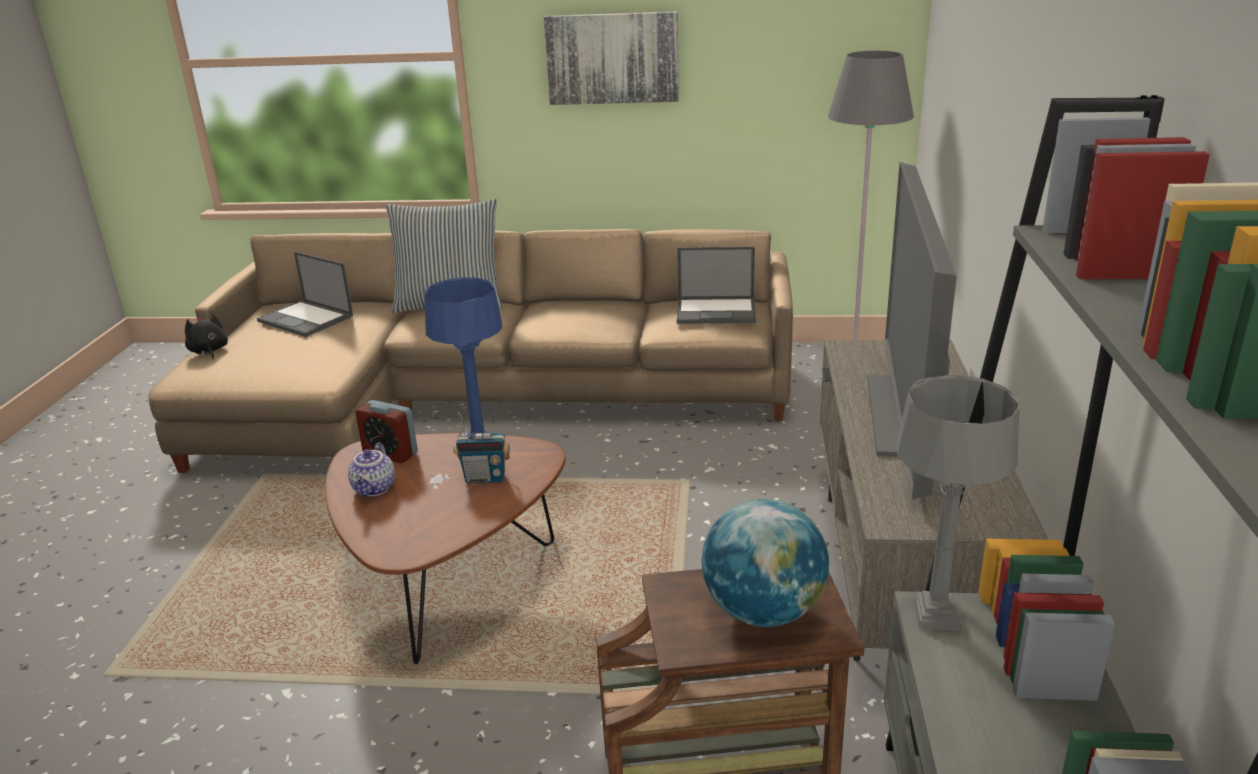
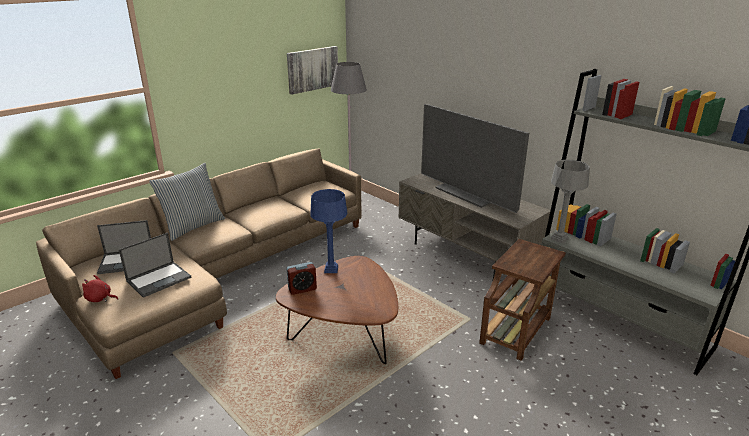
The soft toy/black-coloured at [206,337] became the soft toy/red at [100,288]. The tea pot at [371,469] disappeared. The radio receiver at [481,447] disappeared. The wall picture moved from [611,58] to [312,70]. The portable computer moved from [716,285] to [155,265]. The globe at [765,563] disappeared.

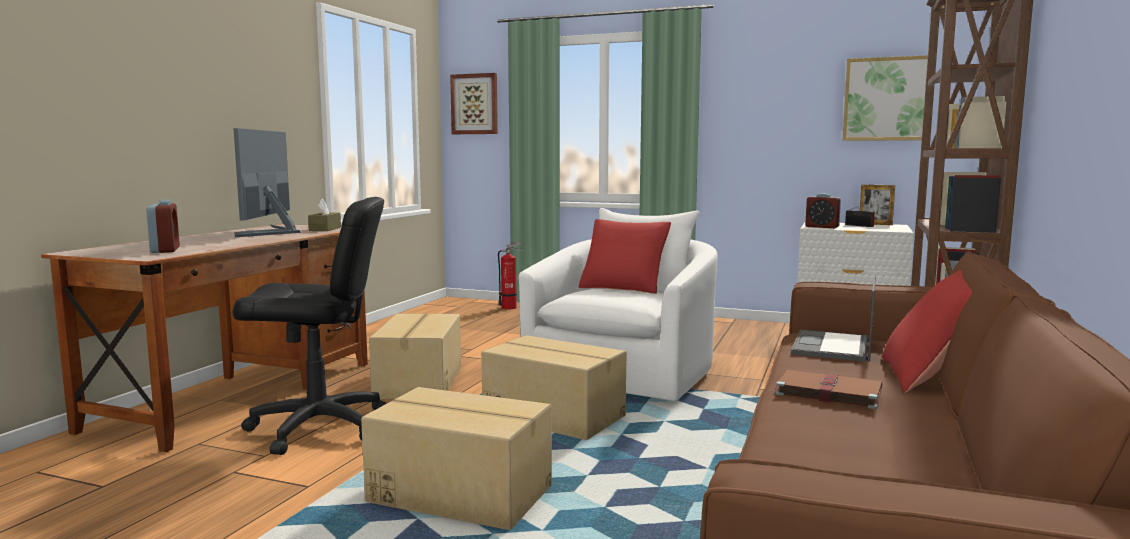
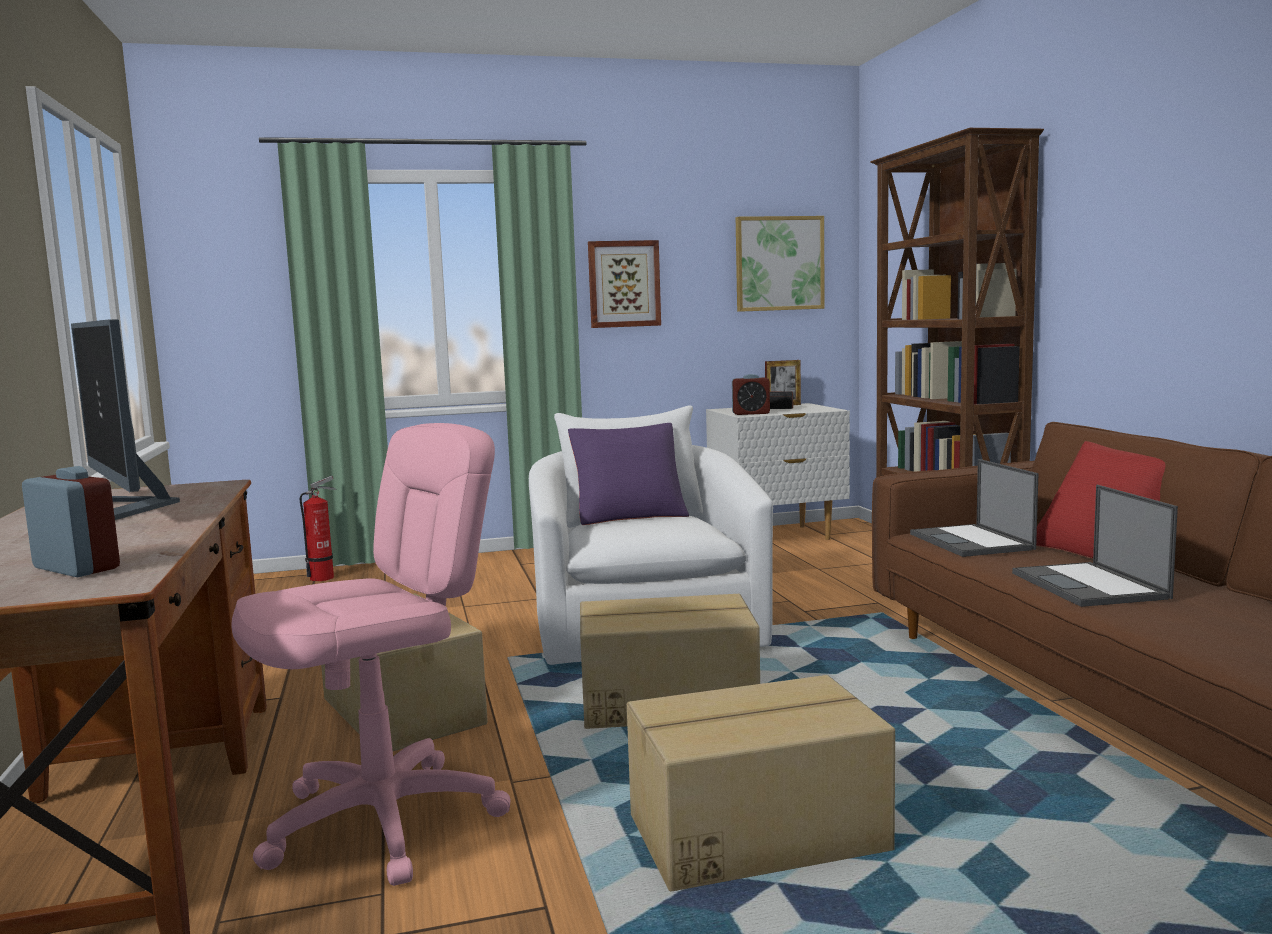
The computer chair/black-coloured at [310,326] became the computer chair/pinkish at [370,654]. The box of tissues/brown at [324,215] disappeared. The wall picture moved from [474,103] to [624,284]. The cushion/red at [625,256] became the cushion/purple at [628,474]. The volume/brown at [826,389] was replaced by the portable computer at [1095,546].

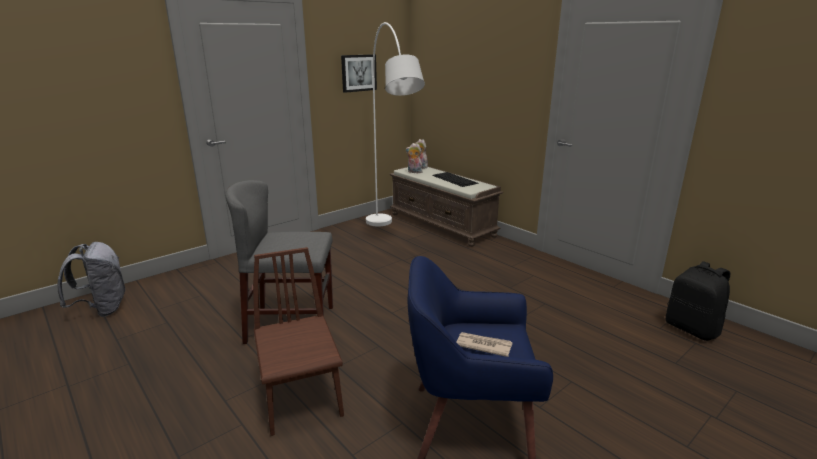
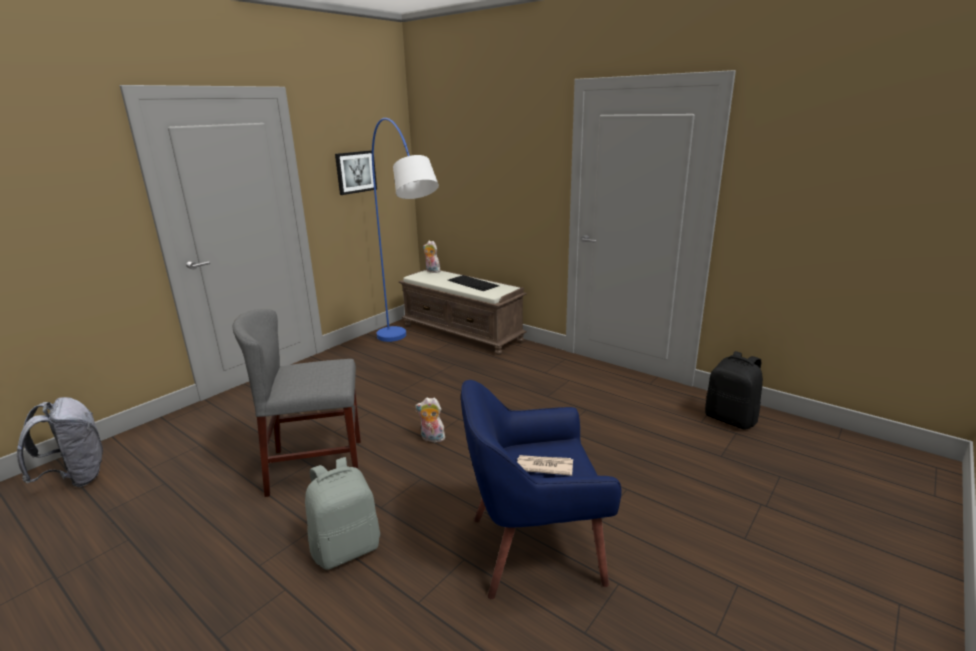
The plain chair/brown at [298,341] was replaced by the backpack/gray at [342,513]. The standing lamp/white-coloured at [395,124] became the standing lamp/bluish at [405,230]. The soft toy moved from [414,158] to [431,420].

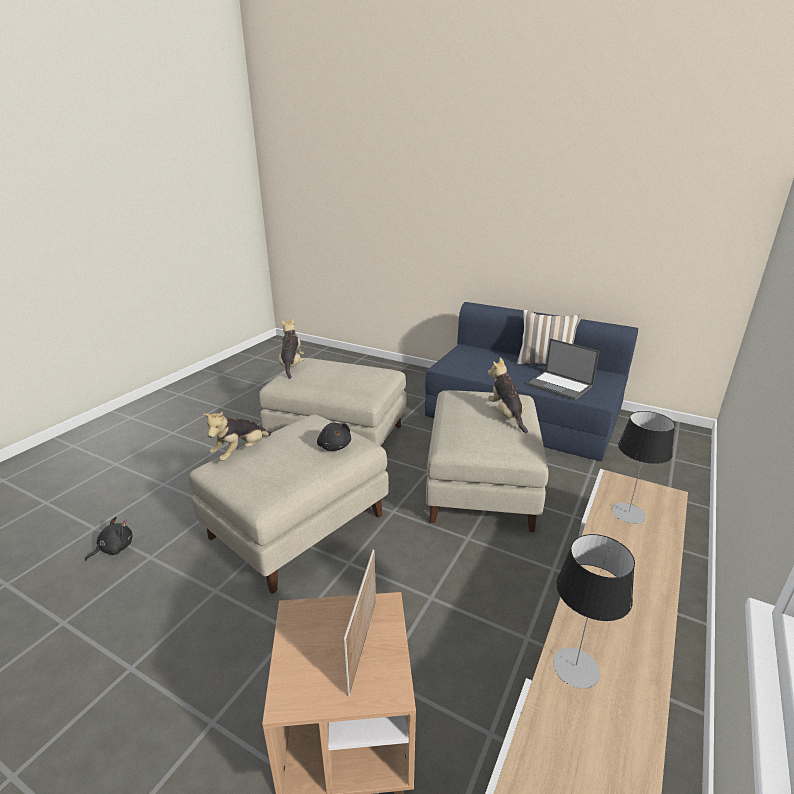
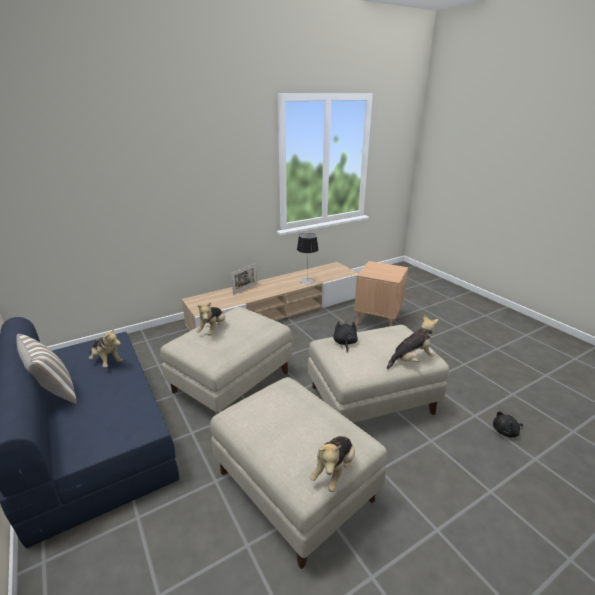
The photo frame moved from [360,623] to [244,279]. The portable computer at [562,369] was replaced by the soft toy at [106,347]. The tabletop lamp at [643,467] disappeared.

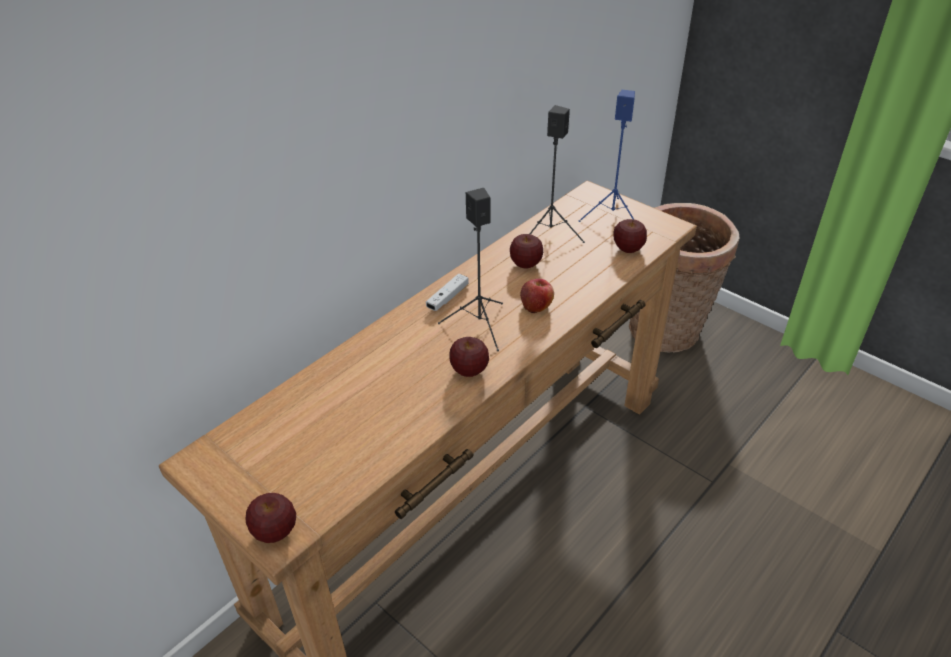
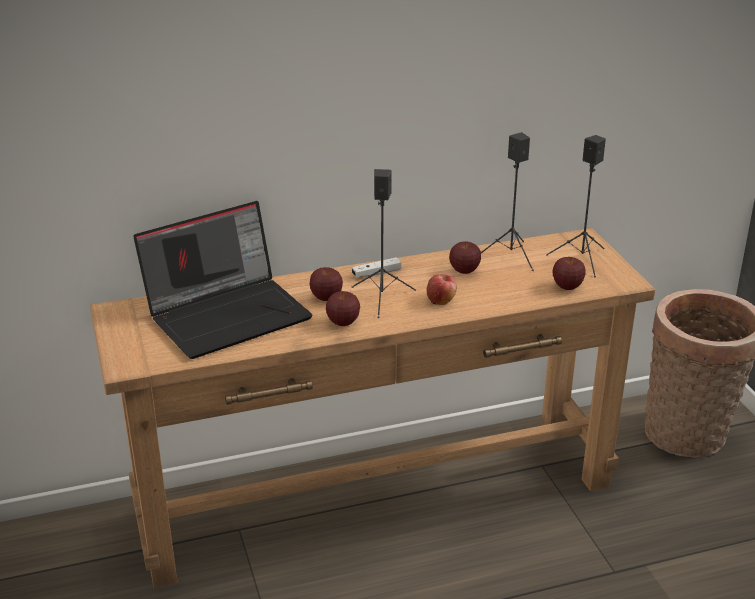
The apple fruit moved from [270,518] to [326,284]. The loudspeaker/bluish at [607,156] became the loudspeaker/black-coloured at [576,206]. The portable computer at [223,280] appeared.

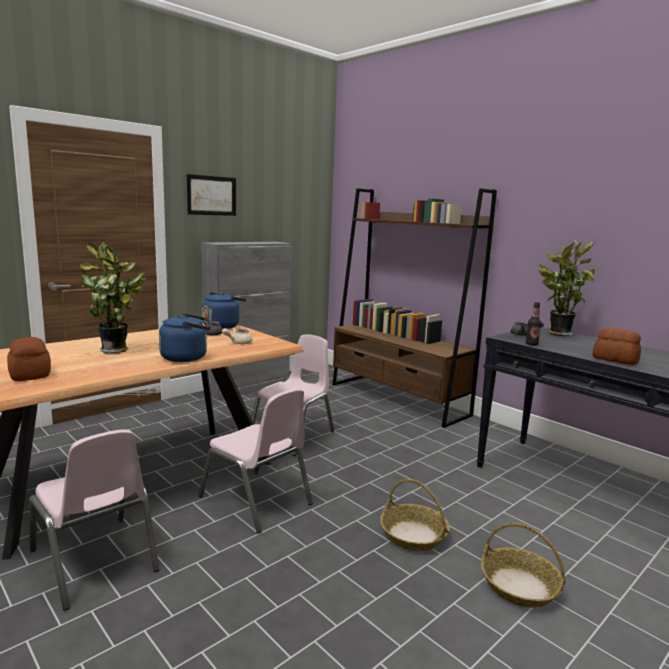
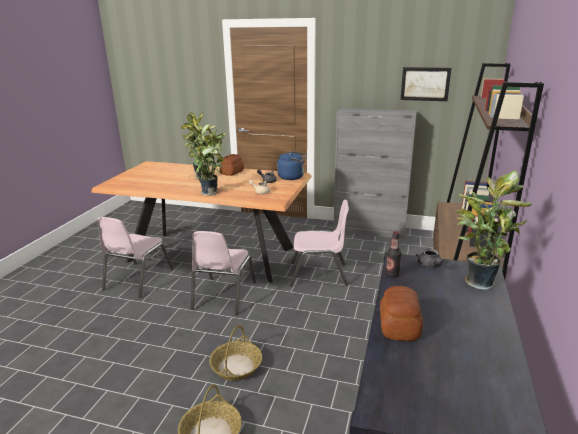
The bread moved from [29,359] to [232,165]. The tea kettle/bluish at [185,337] was replaced by the houseplant at [207,160]. The wall picture moved from [211,195] to [425,84].

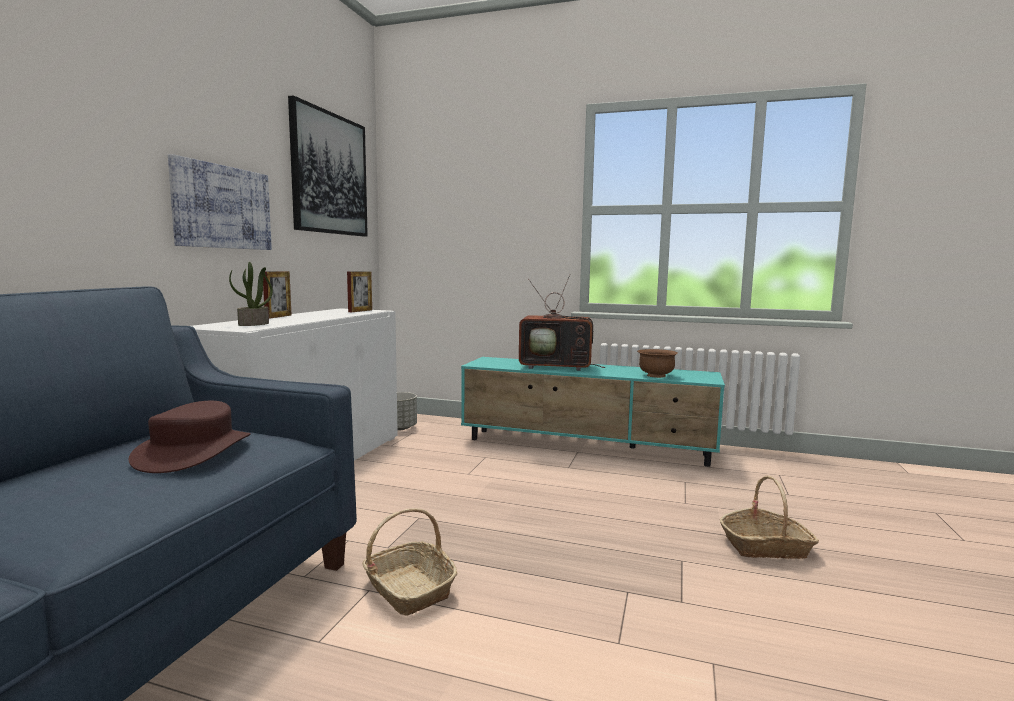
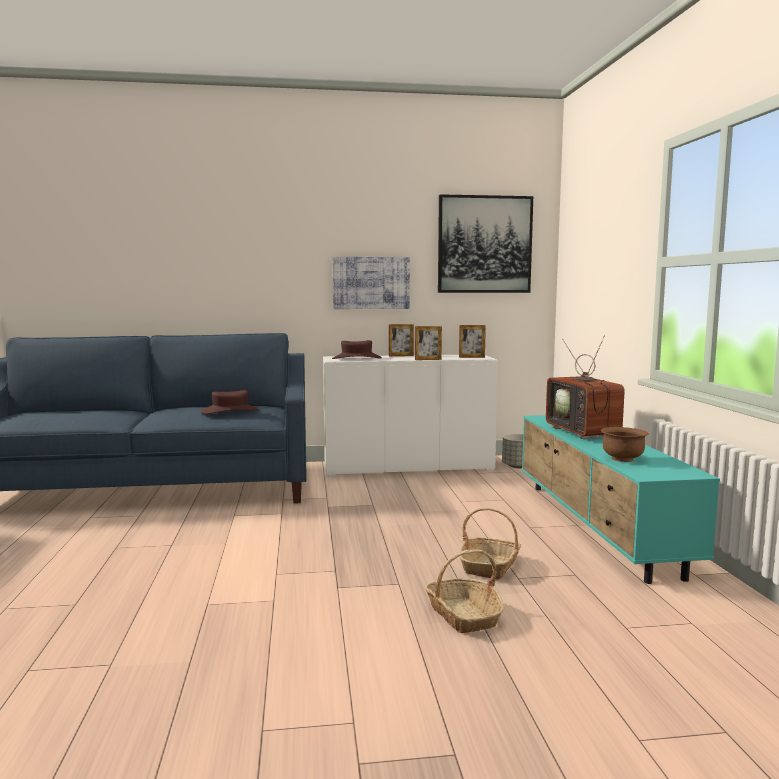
The houseplant at [251,294] was replaced by the wearable hat/brown at [357,349]. The household basket moved from [410,562] to [490,544]. The photo frame at [428,343] appeared.

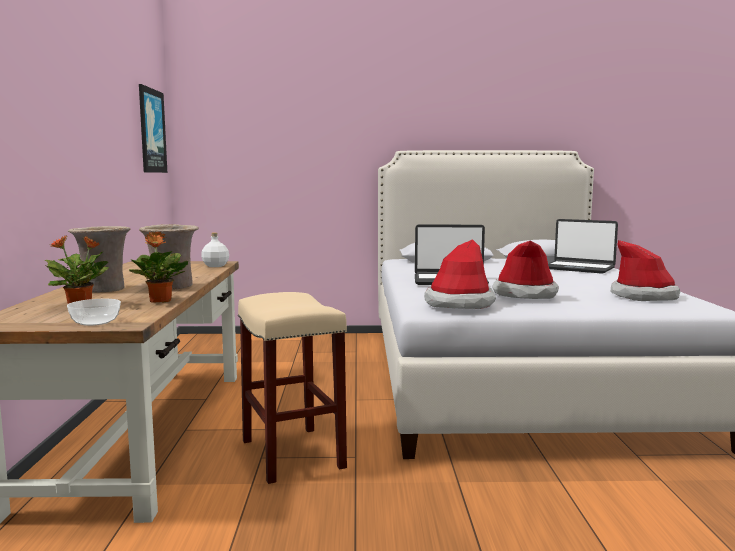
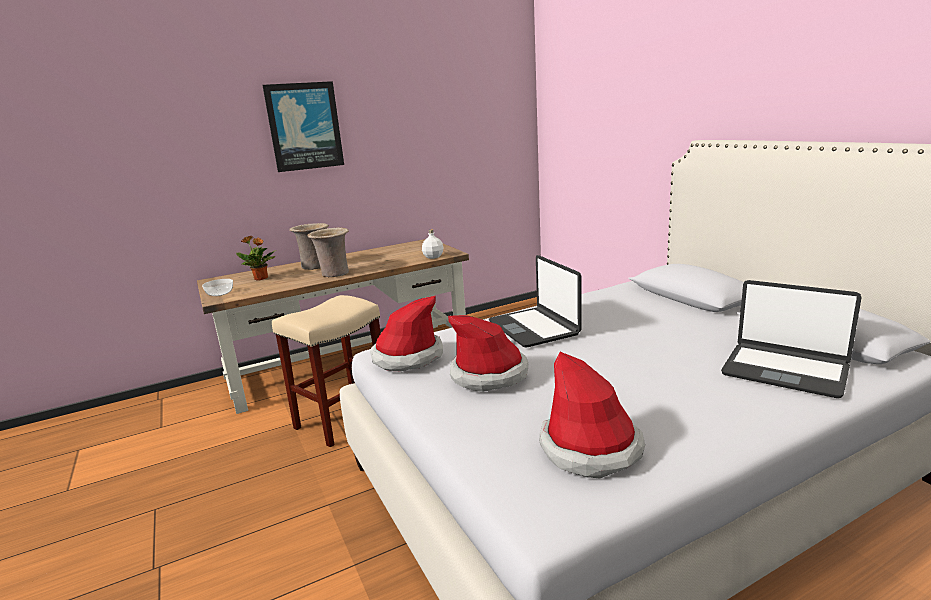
The houseplant at [158,267] disappeared. The wall picture moved from [153,128] to [303,126]. The portable computer at [583,246] turned 60 degrees counterclockwise.

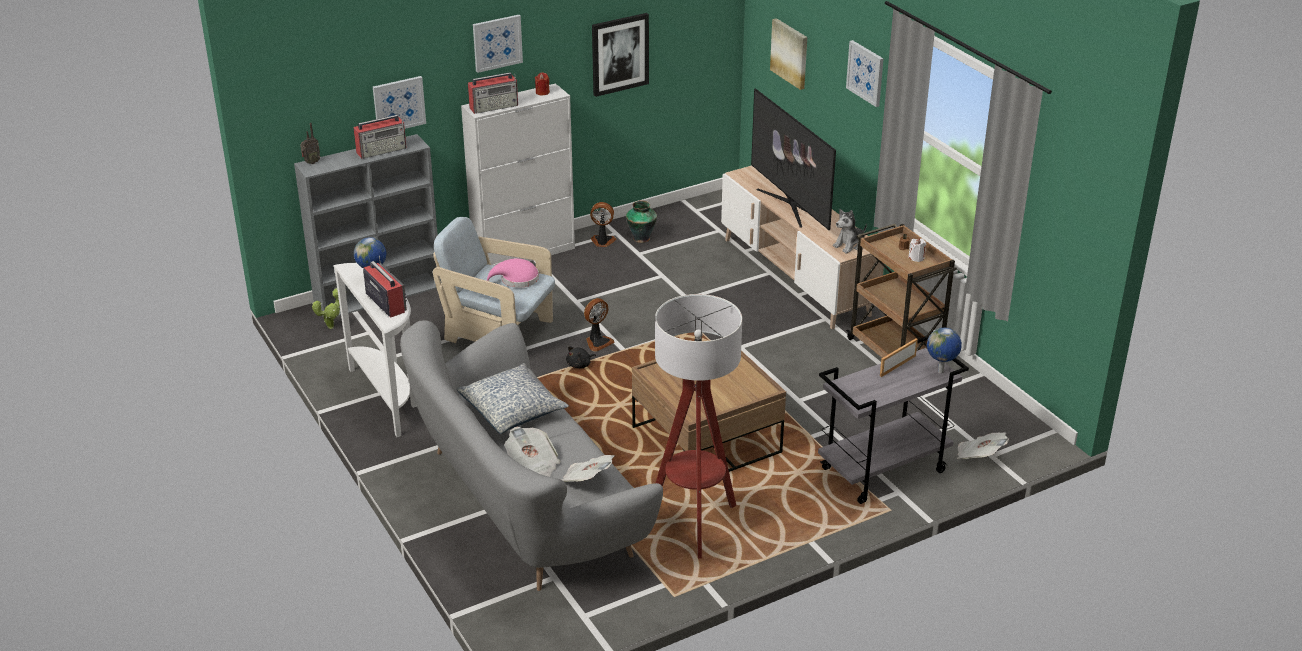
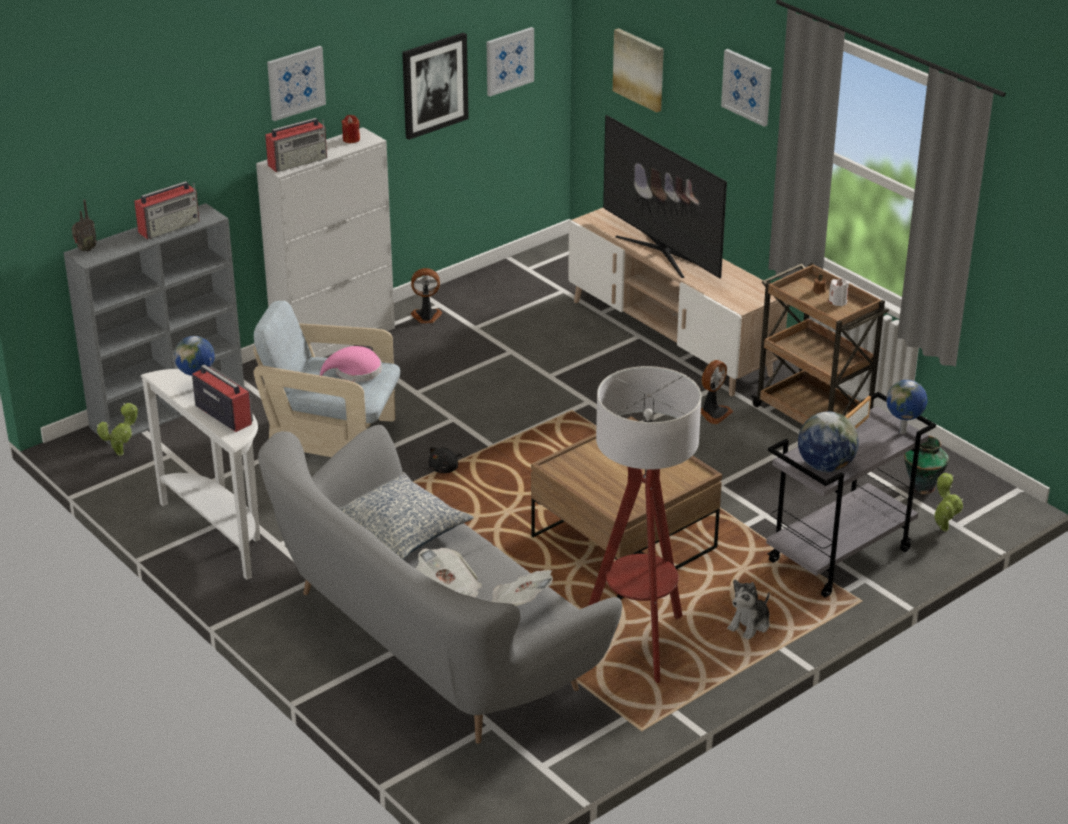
The wall picture moved from [399,102] to [510,61]. The electric fan moved from [599,325] to [717,392]. The flower vase moved from [641,221] to [926,465]. The soft toy moved from [850,231] to [748,610]. The printed paper at [983,445] was replaced by the houseplant at [948,502]. The globe at [828,441] appeared.

